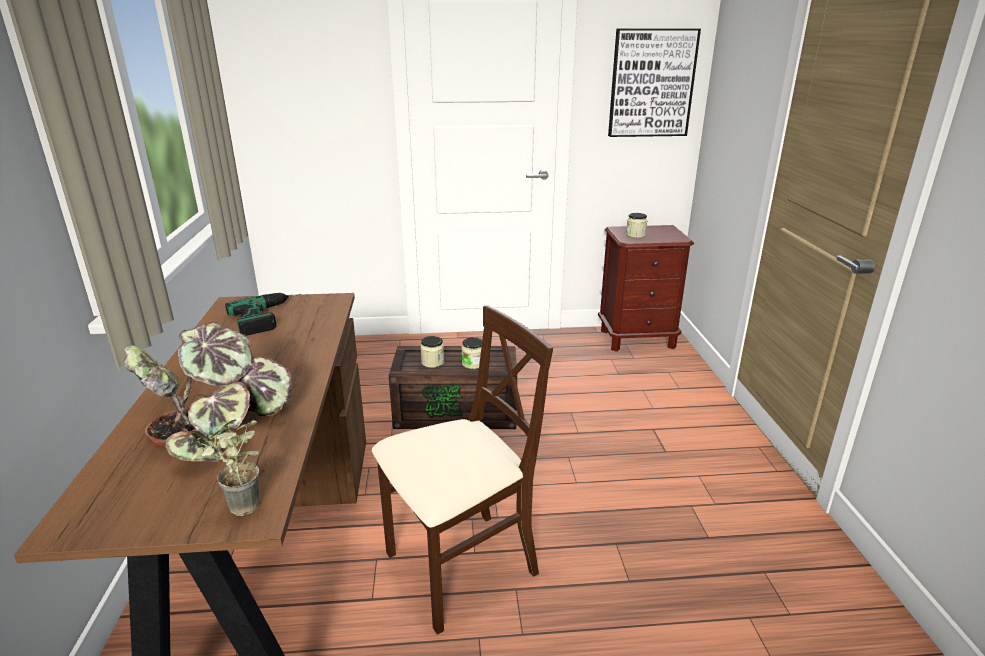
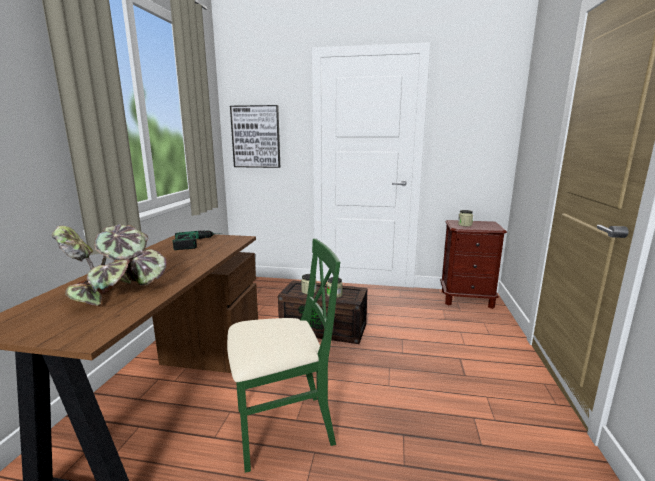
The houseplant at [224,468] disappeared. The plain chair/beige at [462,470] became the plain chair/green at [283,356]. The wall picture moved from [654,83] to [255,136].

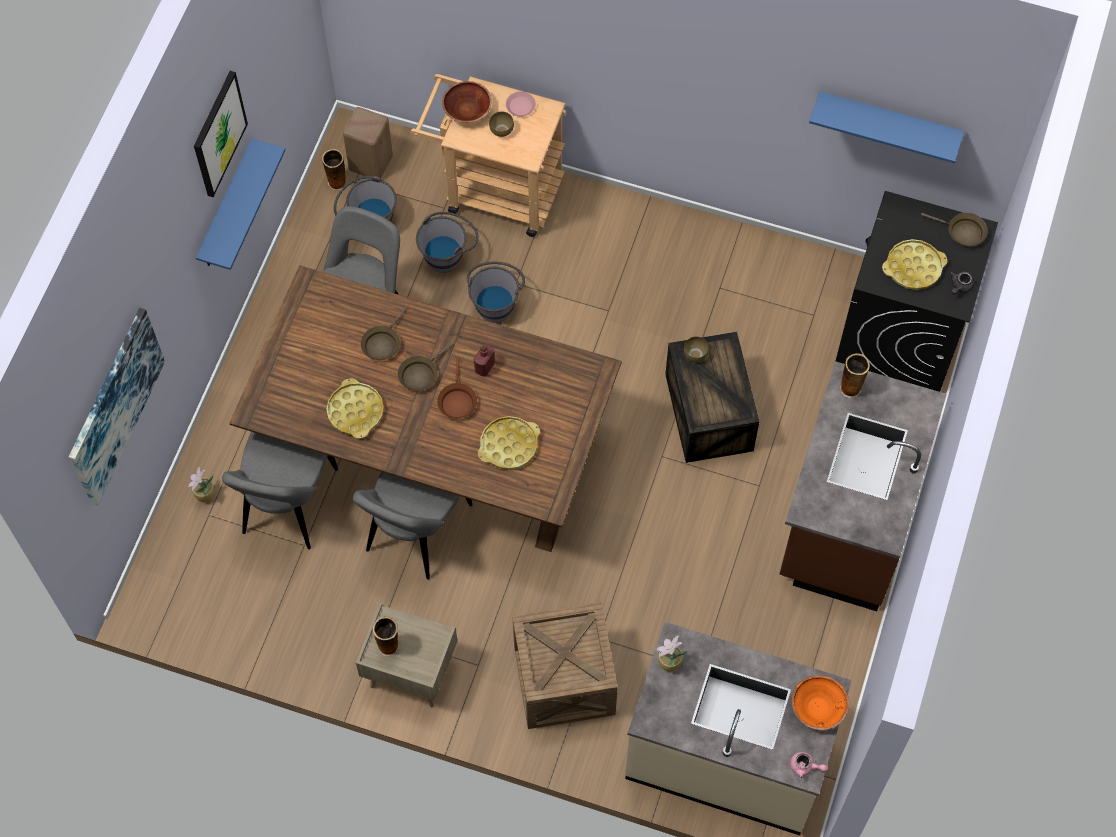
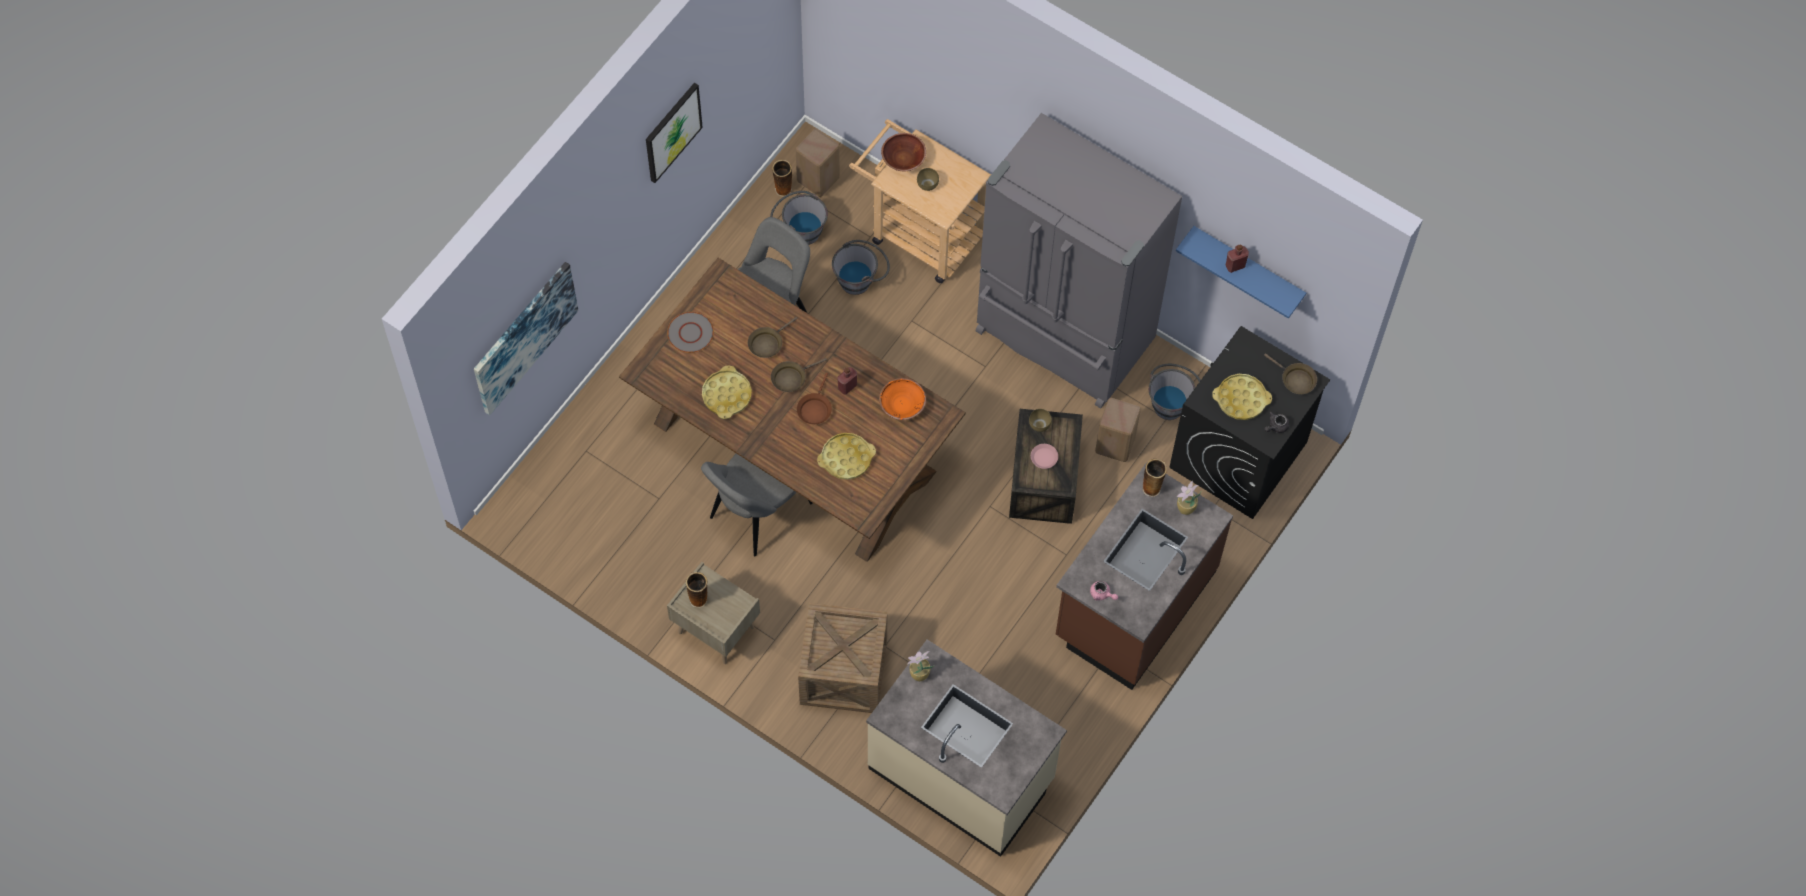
The houseplant moved from [201,484] to [1189,498]. The bracket shelf/bluish at [240,204] disappeared. The plain chair/gray at [280,490] disappeared. The water bucket/gray moved from [496,292] to [1175,392]. The plate/pinkish moved from [521,104] to [1044,456]. The tea pot/pinkish moved from [808,765] to [1104,591]. The bowl/orange moved from [820,702] to [902,399]. The plate/gray at [690,332] appeared. The fridge/gray at [1079,261] appeared. The sitting stool/beige at [1118,430] appeared. The drink bottle/red at [1237,259] appeared.

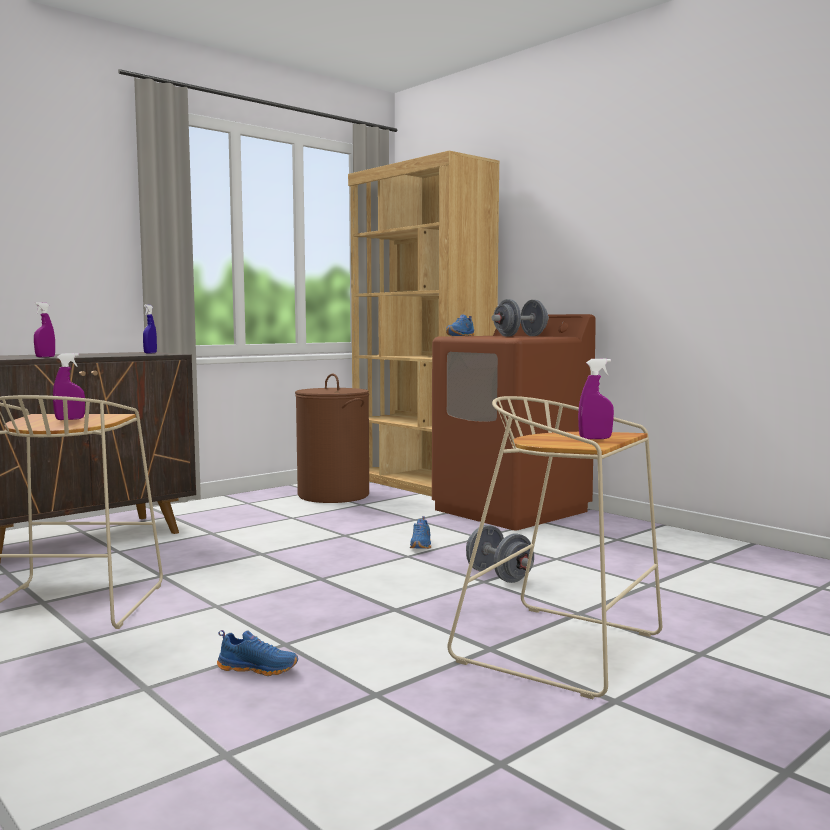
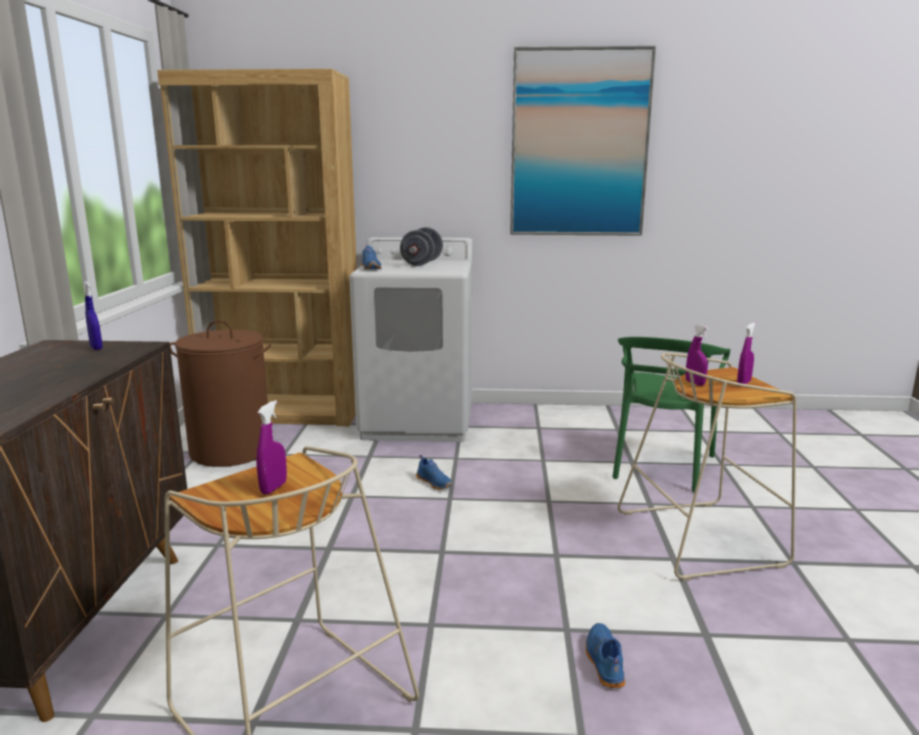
The spray bottle/purple moved from [44,329] to [697,355]. The low shoe/bluish at [257,653] turned 60 degrees counterclockwise. The laundry machine/brown at [514,422] became the laundry machine/white-coloured at [411,339]. The hand weight/gray at [500,554] disappeared. The wall picture at [583,141] appeared. The plain chair/green at [672,414] appeared.

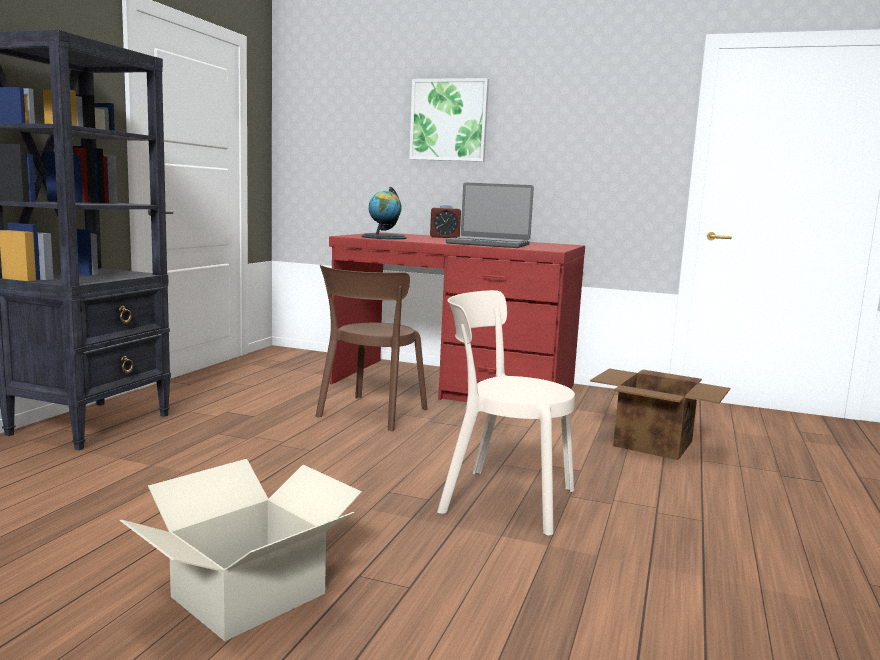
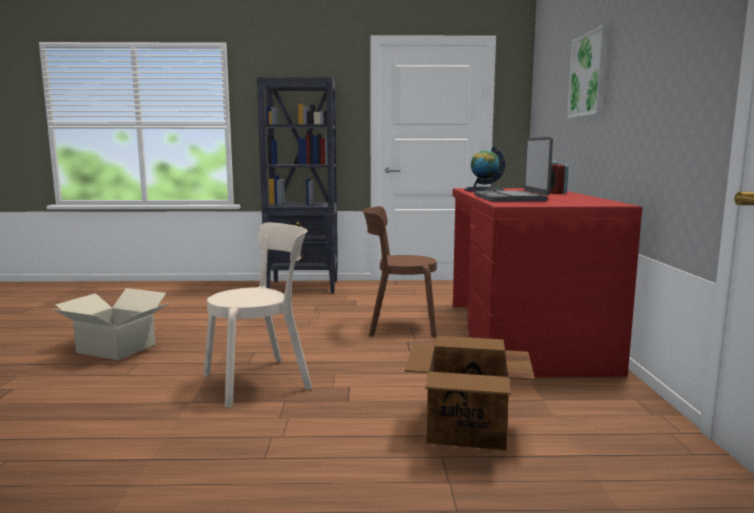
The plain chair/beige at [506,413] turned 60 degrees clockwise.

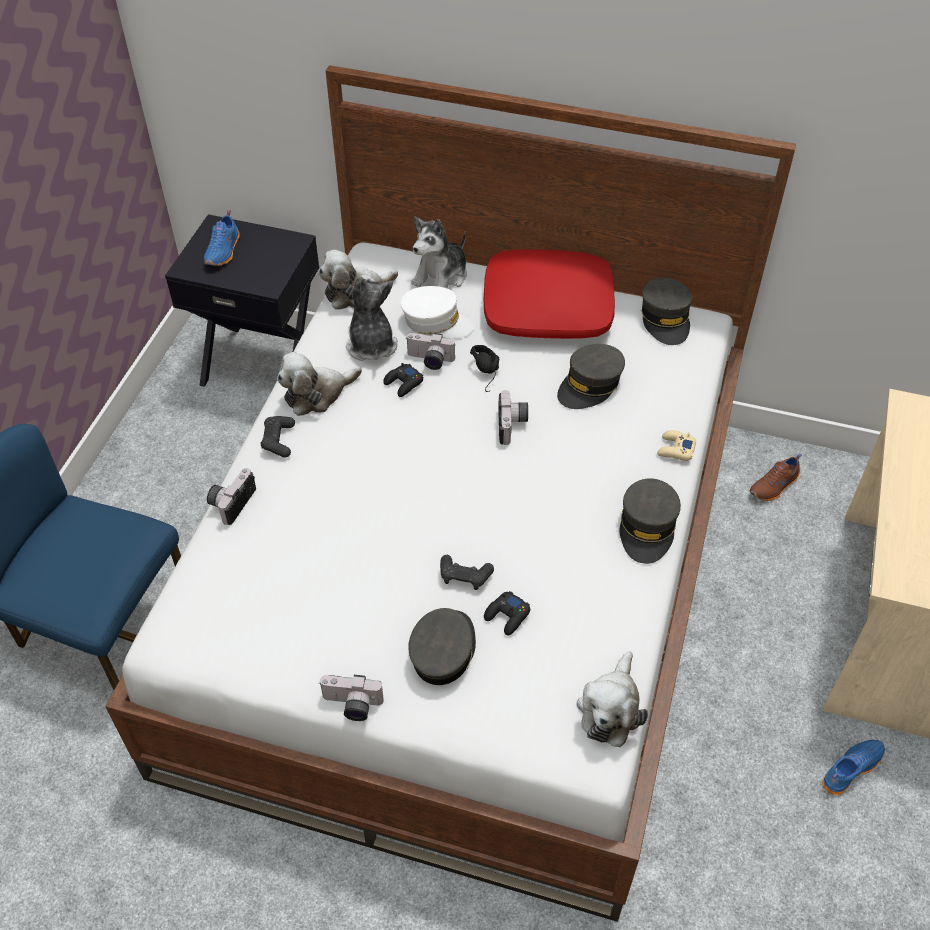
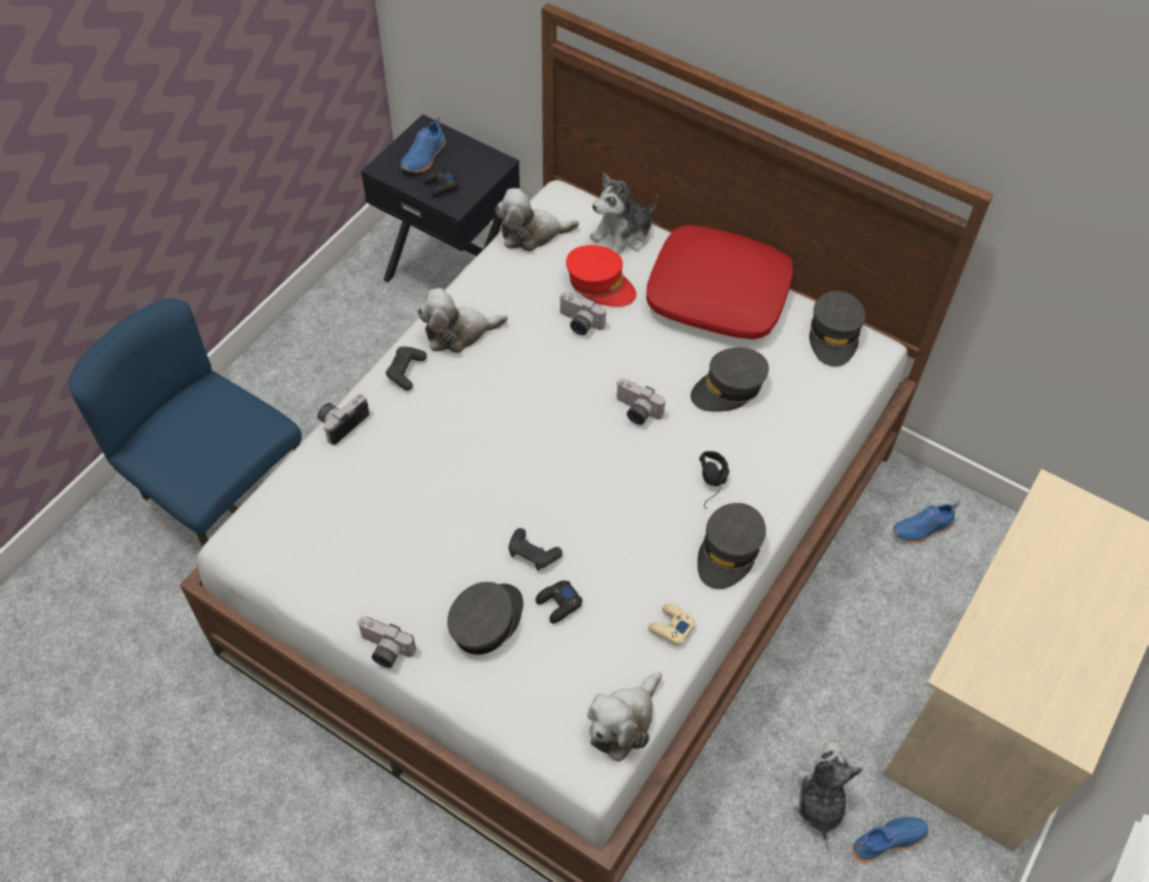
The soft toy moved from [372,317] to [827,791]. The gamepad/black-coloured moved from [403,380] to [441,182]. The baseball cap/white-coloured at [437,312] became the baseball cap/red at [601,276]. The headset/black-coloured moved from [484,368] to [714,480]. The still camera at [513,417] turned 105 degrees clockwise. The gamepad/beige moved from [677,445] to [672,625]. The low shoe/brown at [775,477] became the low shoe/bluish at [926,523].

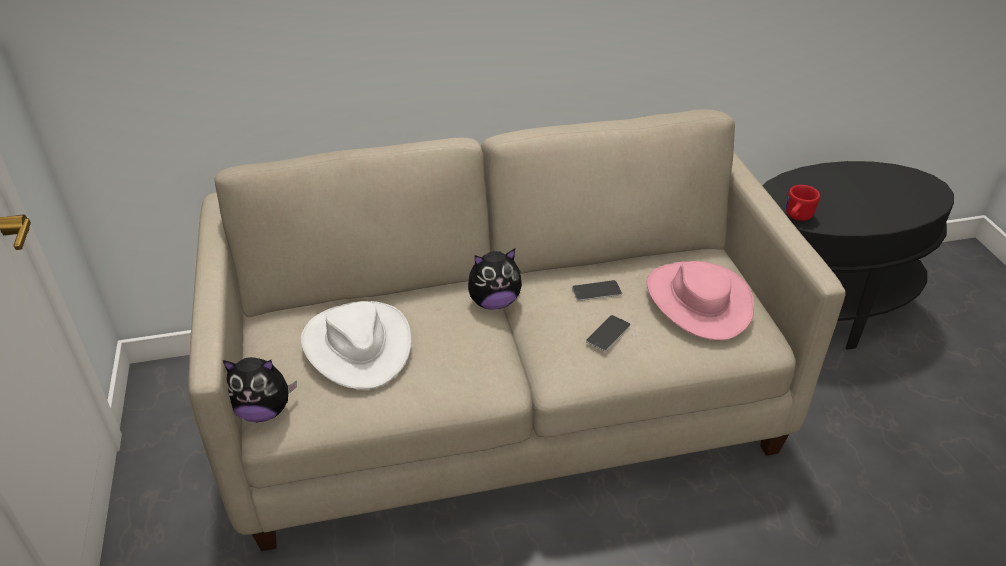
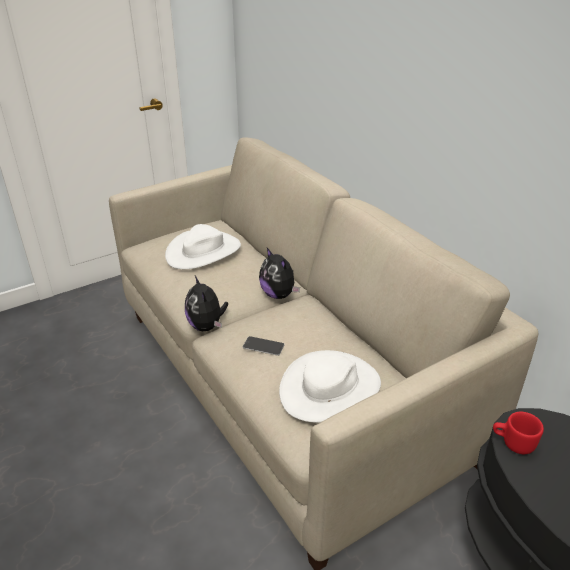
The soft toy moved from [260,389] to [206,303]. The phone at [597,290] disappeared. The wearable hat/pinkish at [700,301] became the wearable hat/white-coloured at [330,386].

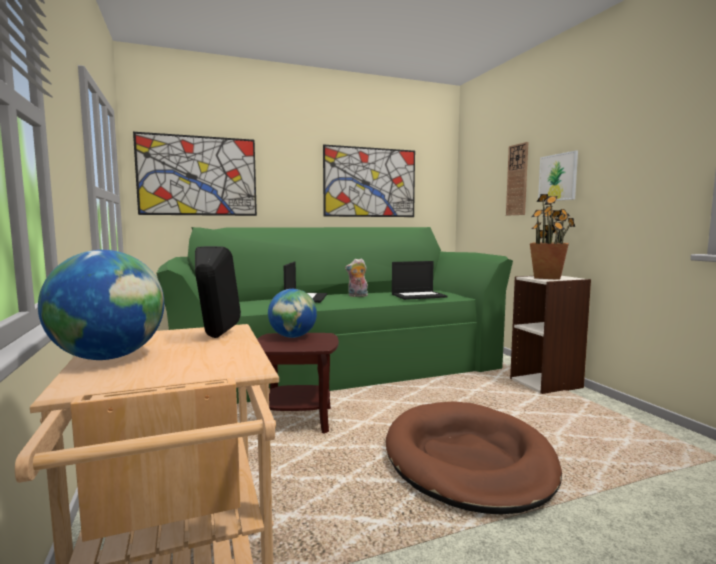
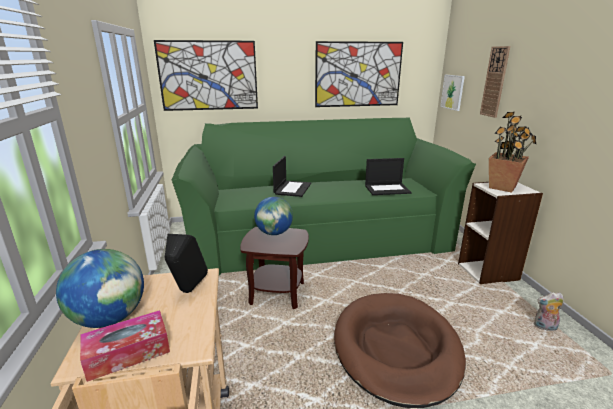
The soft toy moved from [356,277] to [549,311]. The wall picture moved from [558,176] to [452,93]. The box of tissues at [125,346] appeared.

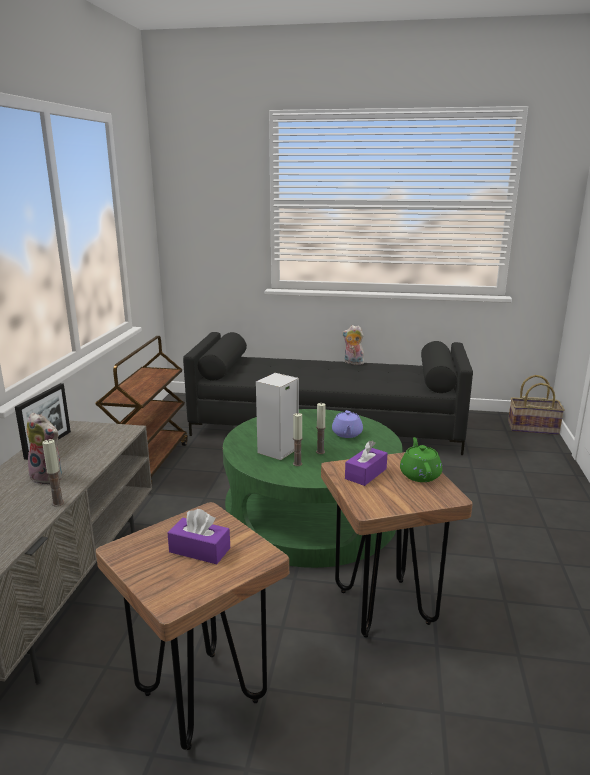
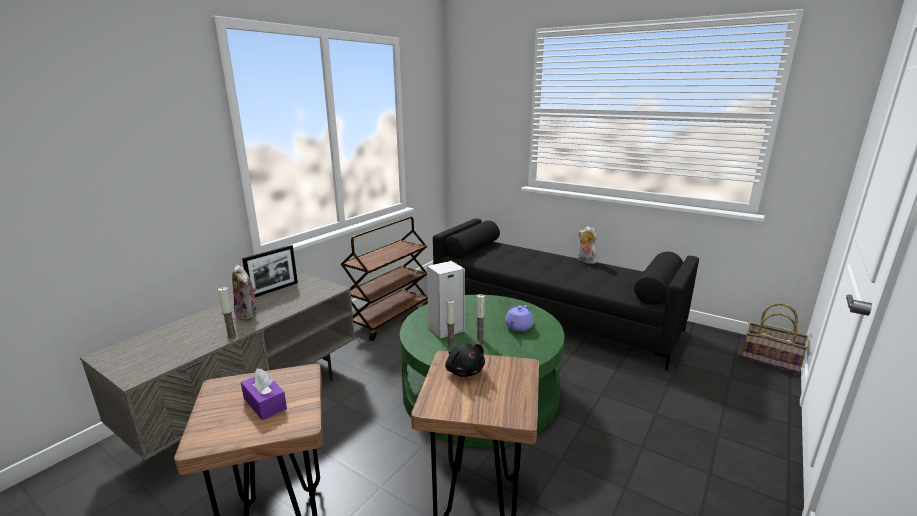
The box of tissues/purple at [366,463] was replaced by the soft toy/black-coloured at [465,360]. The tea pot/green at [421,459] disappeared.

